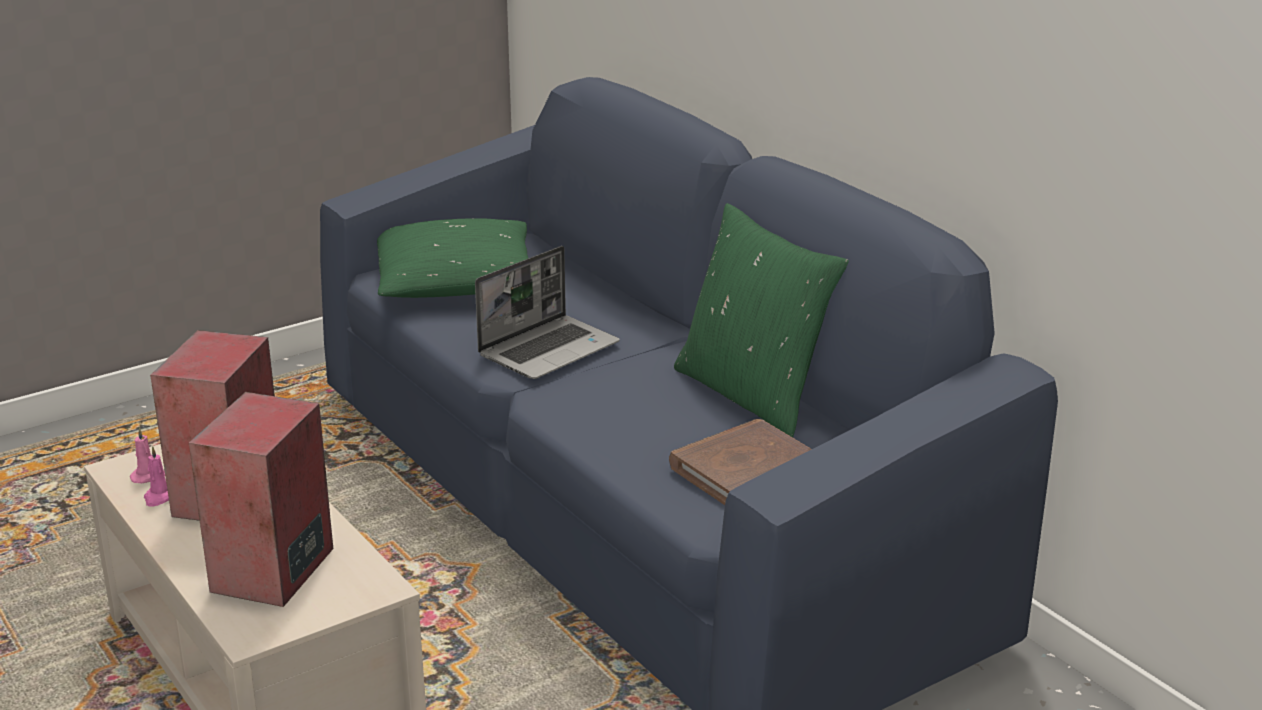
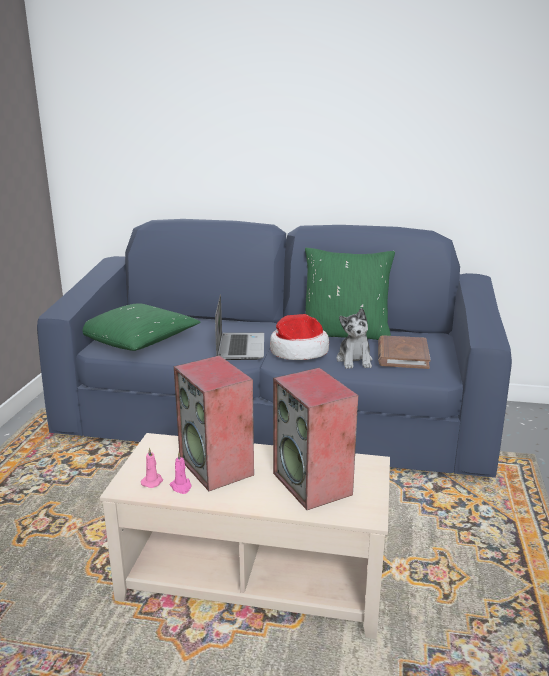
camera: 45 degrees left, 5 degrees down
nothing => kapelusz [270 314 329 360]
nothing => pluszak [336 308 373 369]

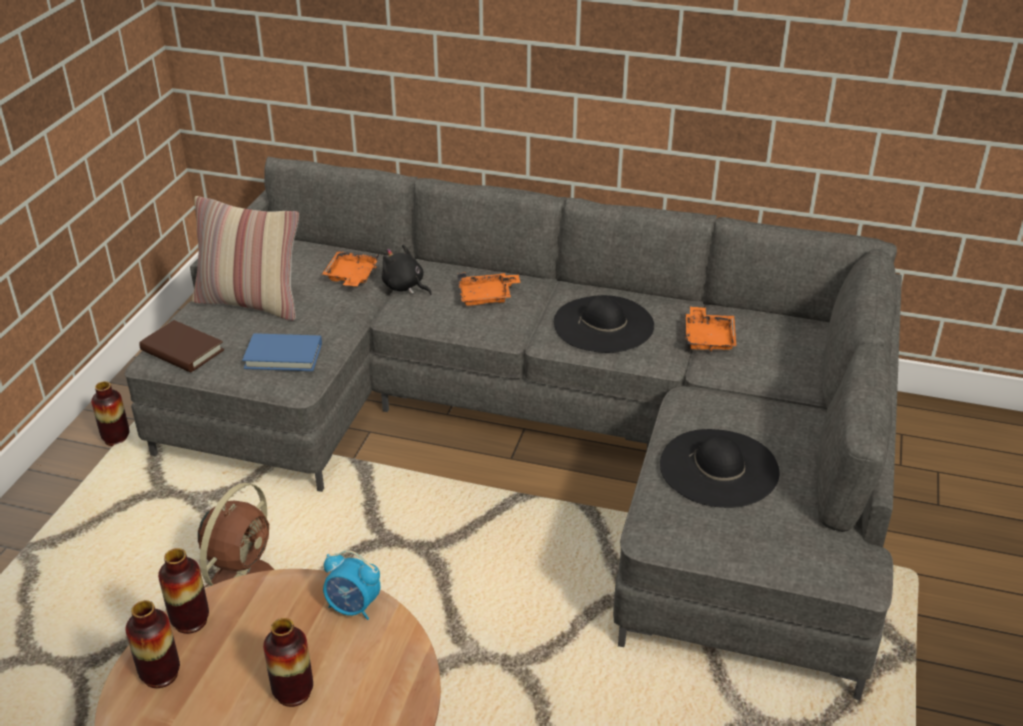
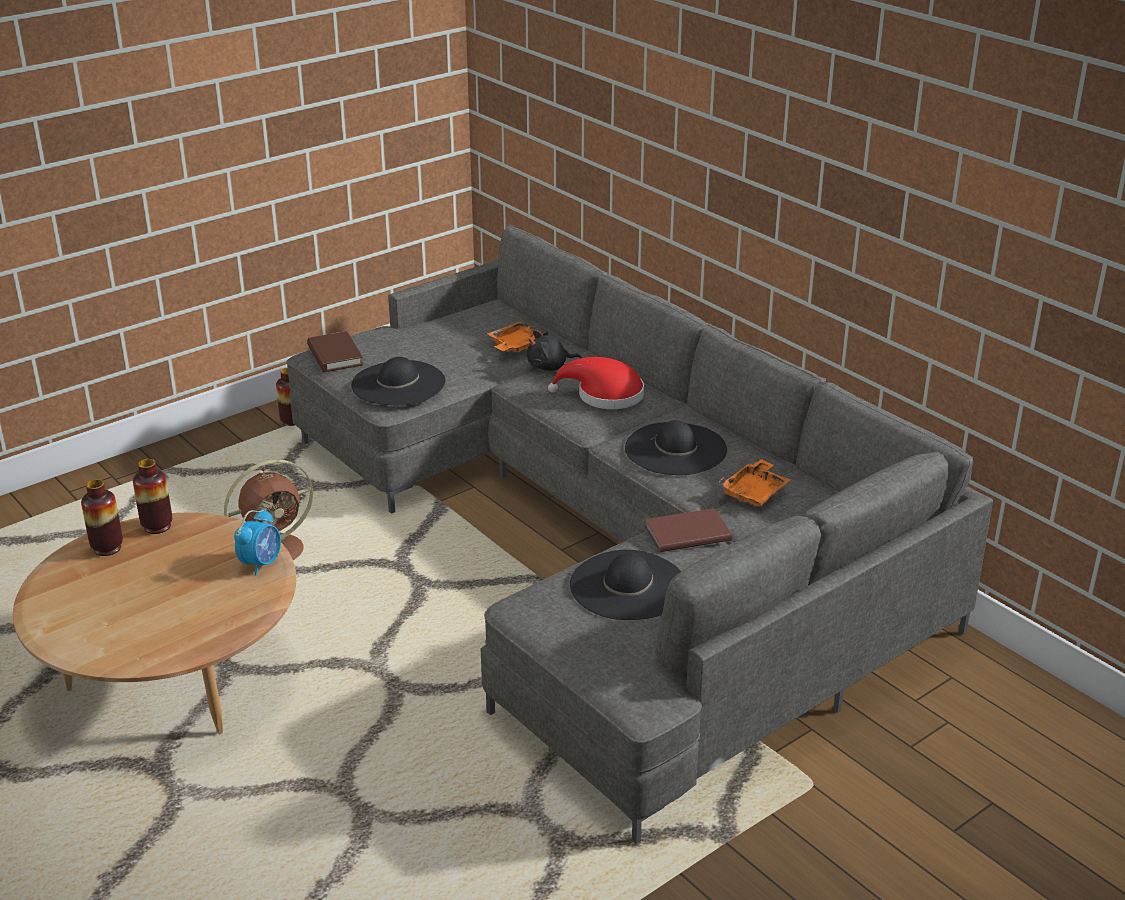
camera: 35 degrees right, 5 degrees down
poduszka [192 196 299 321] => nothing
wazon [263 618 313 707] => nothing
nothing => książka [brązowy] [645 508 732 552]
książka [niebieski] [242 333 322 371] => kapelusz [czarny] [352 357 445 405]
taca [pomarańczowy] [457 273 521 306] => kapelusz [czerwony] [548 357 644 409]
budzik [323 551 381 620] => budzik [234 509 281 576], 120 degrees counterclockwise
pluszak [czarny] [382 245 432 295] => pluszak [czarny] [527 330 582 371], 90 degrees counterclockwise

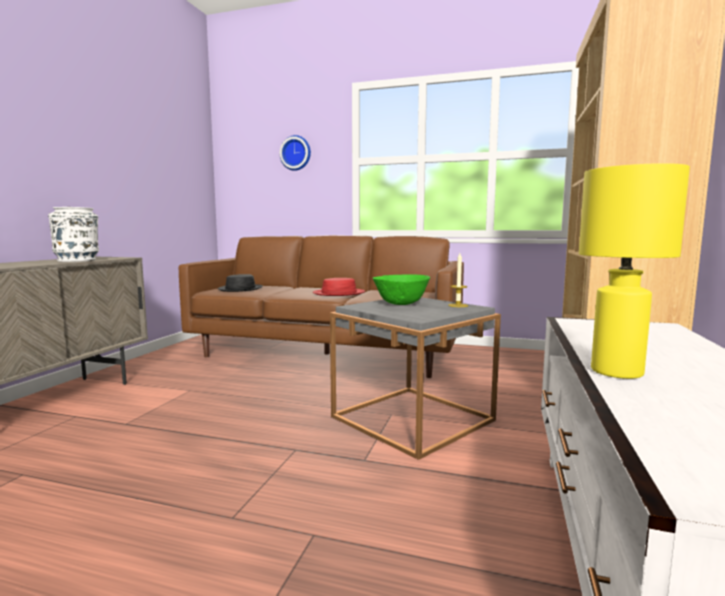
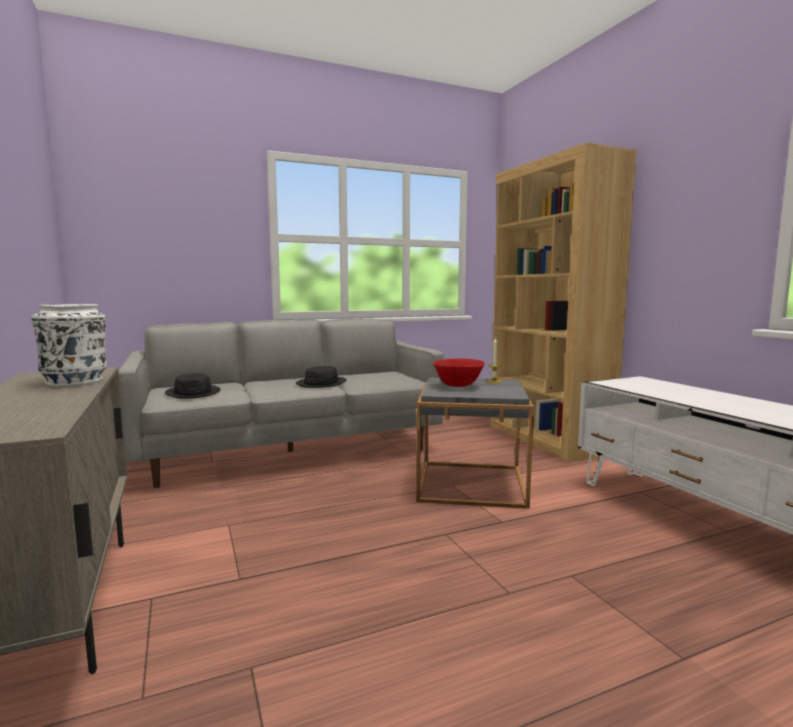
camera: 40 degrees left, 0 degrees up
zegar ścienny [280 135 311 171] => nothing
lampa stołowa [żółty] [579 163 690 379] => nothing
kanapa [brązowy] [179 235 464 378] => kanapa [szary] [118 318 444 488]
kapelusz [czerwony] [313 278 365 296] => kapelusz [czarny] [296 366 347 388]
miska [zielony] [373 274 430 305] => miska [czerwony] [433 358 485 387]

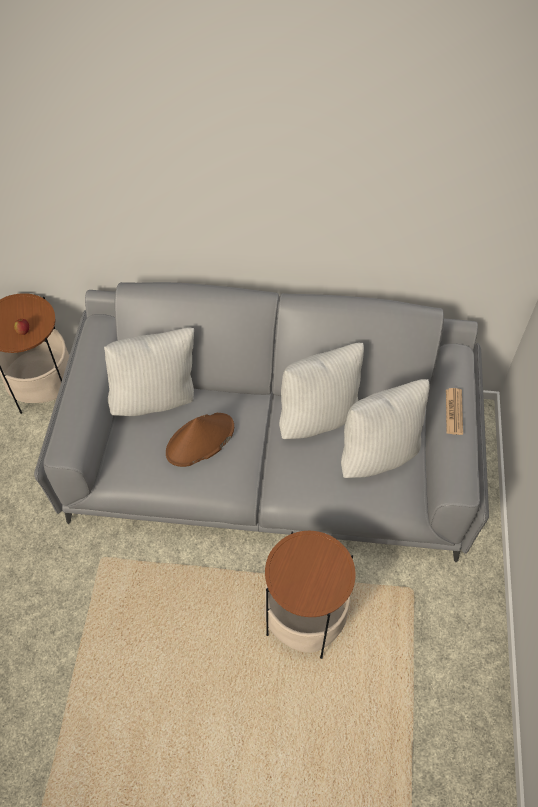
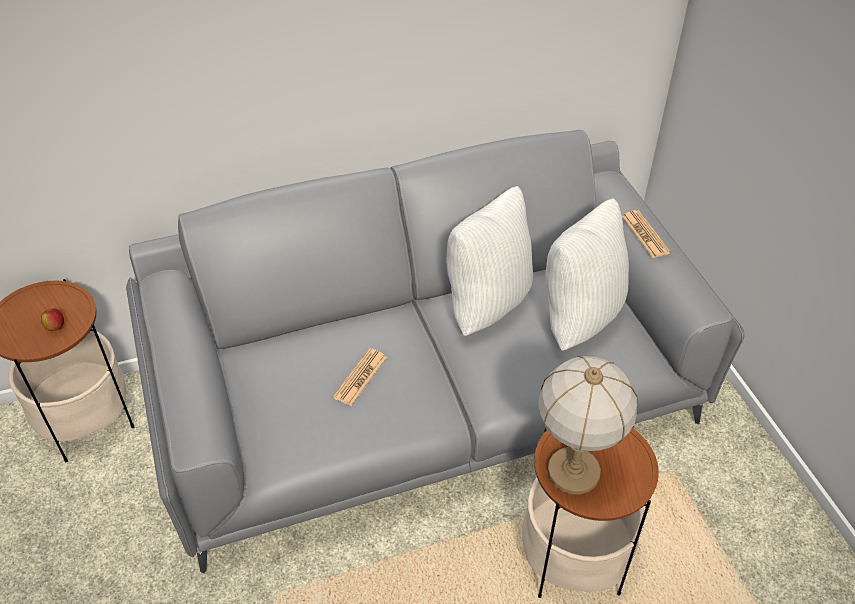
camera: 25 degrees left, 10 degrees down
poduszka [biały] [104 327 194 416] => nothing
nothing => lampa stołowa [539 356 638 494]
kapelusz [brązowy] [166 413 234 467] => gazeta [333 348 387 406]

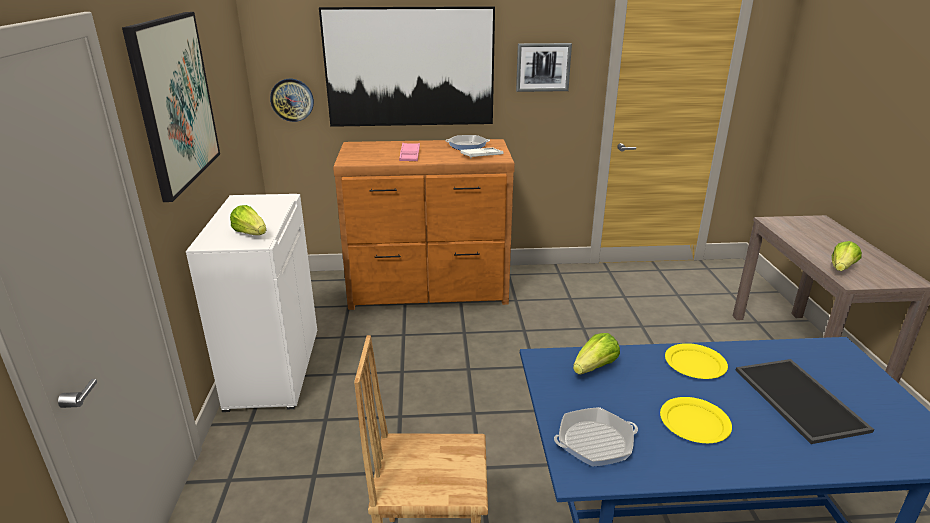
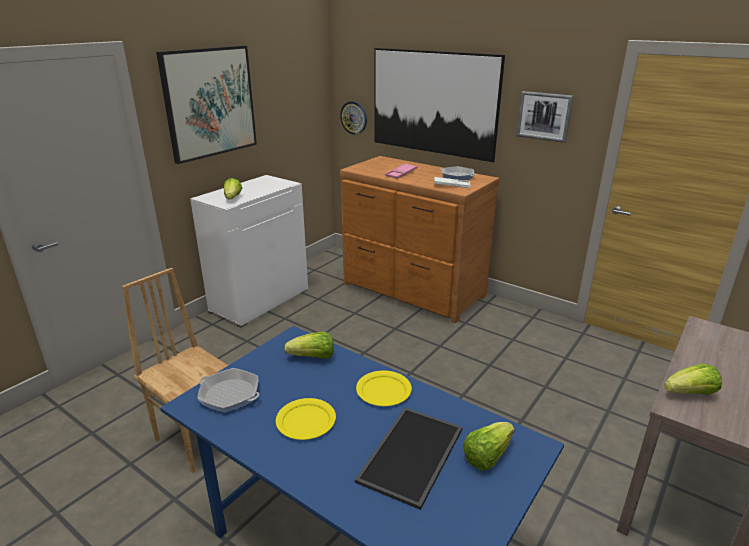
camera: 40 degrees right, 0 degrees up
nothing => sałata [463 422 515 471]

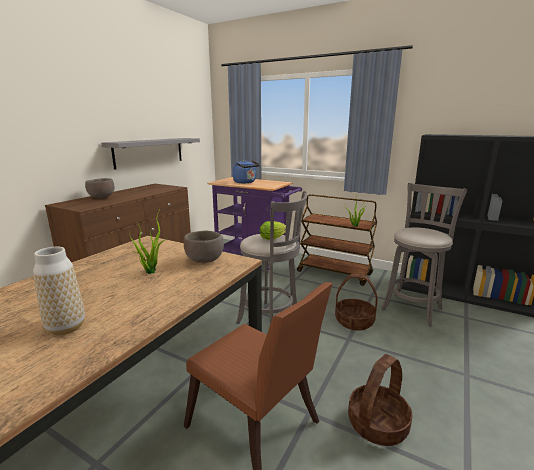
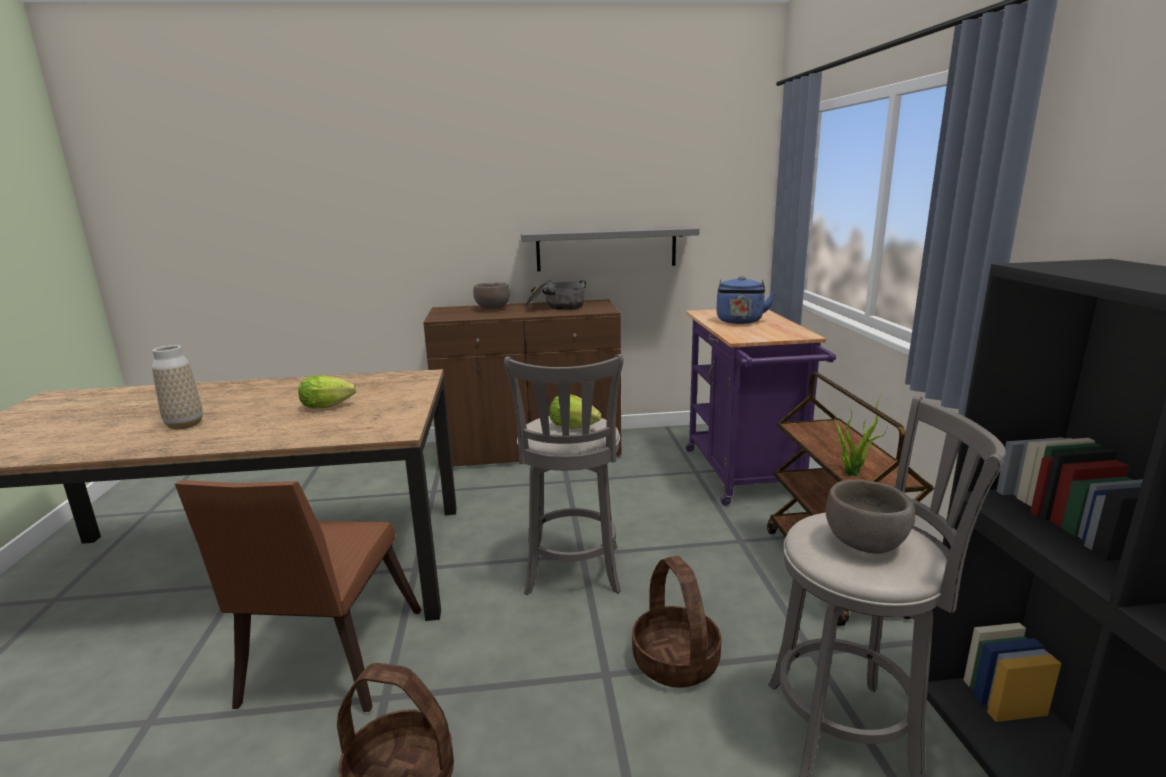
camera: 55 degrees right, 0 degrees up
nothing => garnek [524 279 586 310]
miska [brązowy] [184 231 224 263] => miska [brązowy] [826 479 915 554], move
roślina doniczkowa [130 214 167 274] => sałata [298 375 356 408]

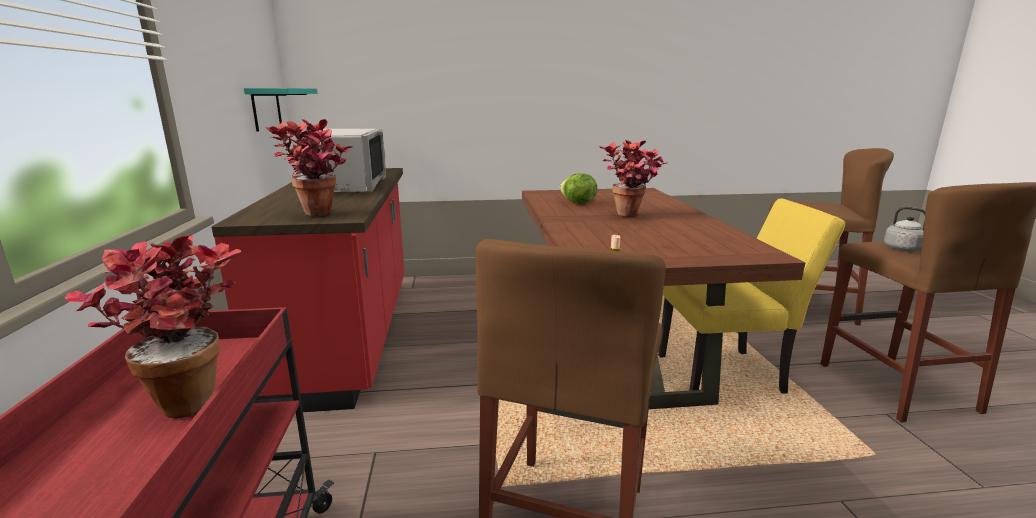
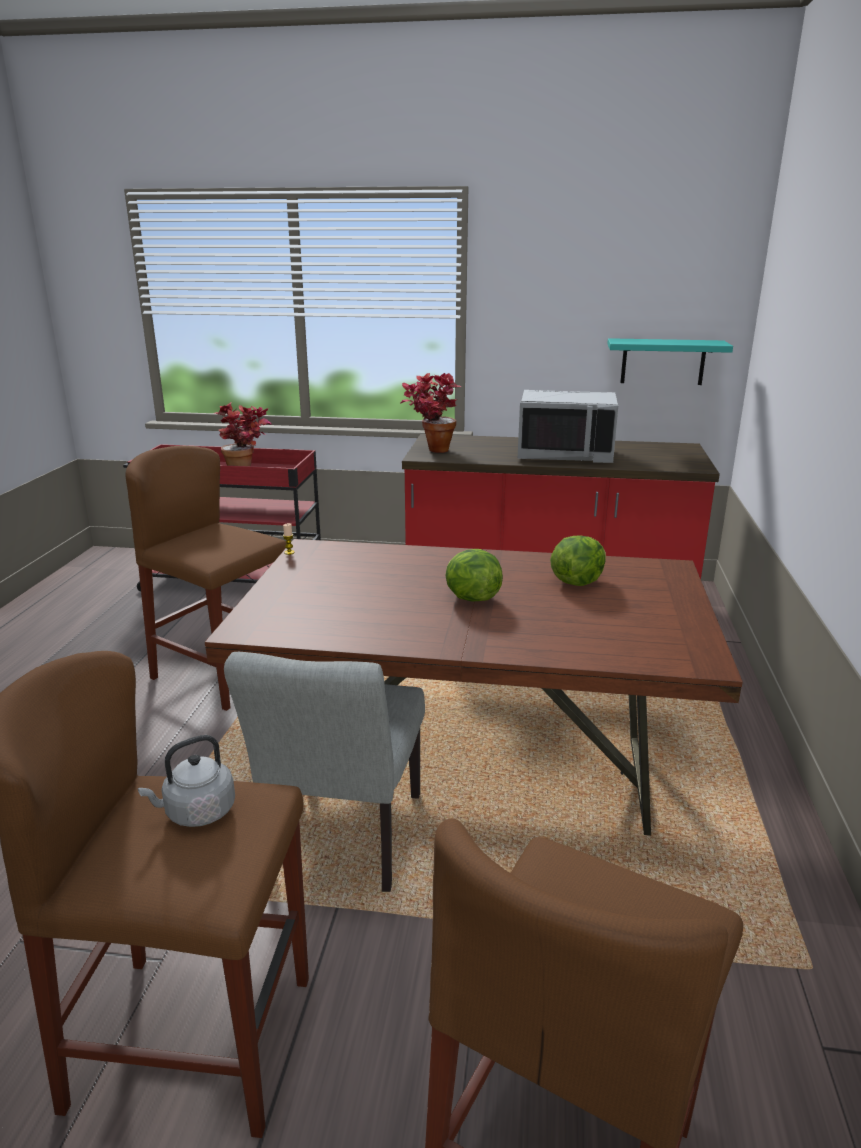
camera: 105 degrees right, 5 degrees up
roślina doniczkowa [599 140 666 217] => sałata [446 549 503 601]
krzesło [żółty] [658 198 845 393] => krzesło [szary] [224 652 425 892]

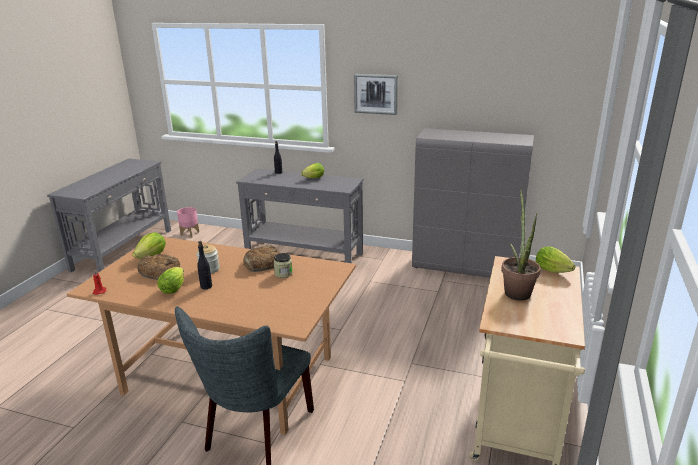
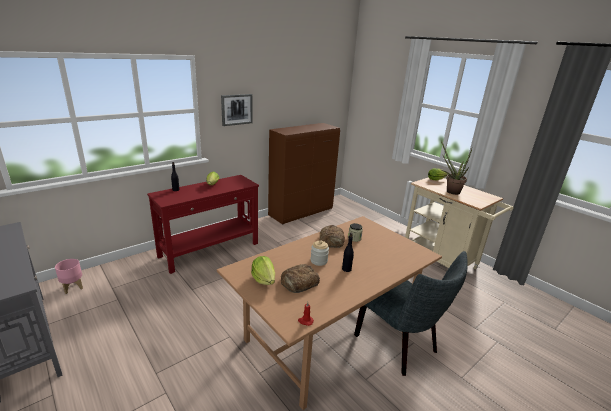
camera: 60 degrees left, 0 degrees up
sałata [157 267 184 294] => nothing
stolik konsolowy [szary] [236 168 364 263] => stolik konsolowy [czerwony] [147 175 259 274]
szafka [szary] [412 128 534 278] => szafka [brązowy] [268 123 340 224]

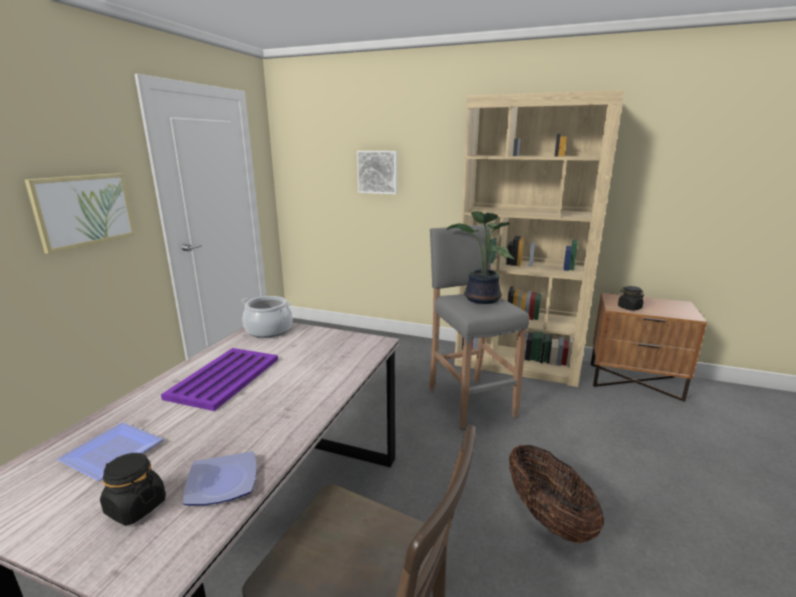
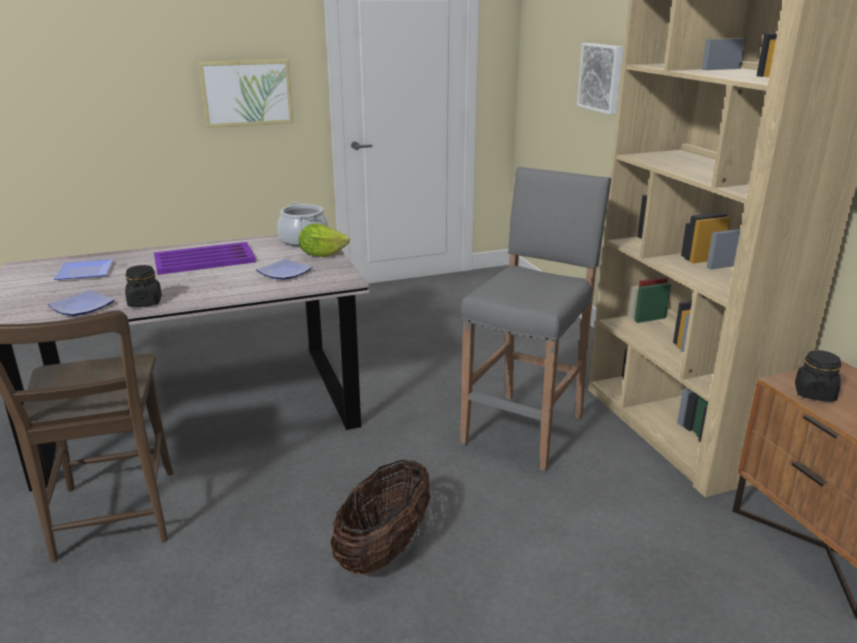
camera: 50 degrees right, 5 degrees up
roślina doniczkowa [447 211 515 304] => nothing
nothing => talerz [256 259 313 280]
nothing => sałata [299 224 350 257]
słoik [czarny] [100 453 166 526] => słoik [czarny] [125 265 162 307], move

